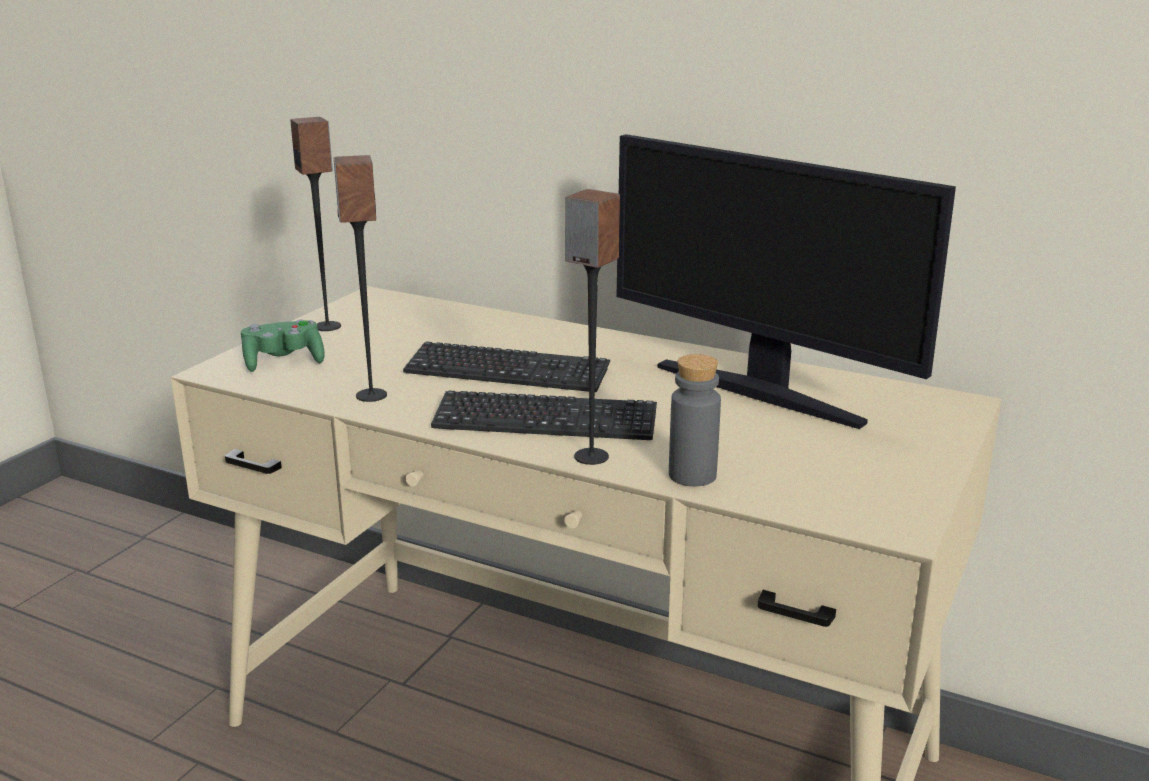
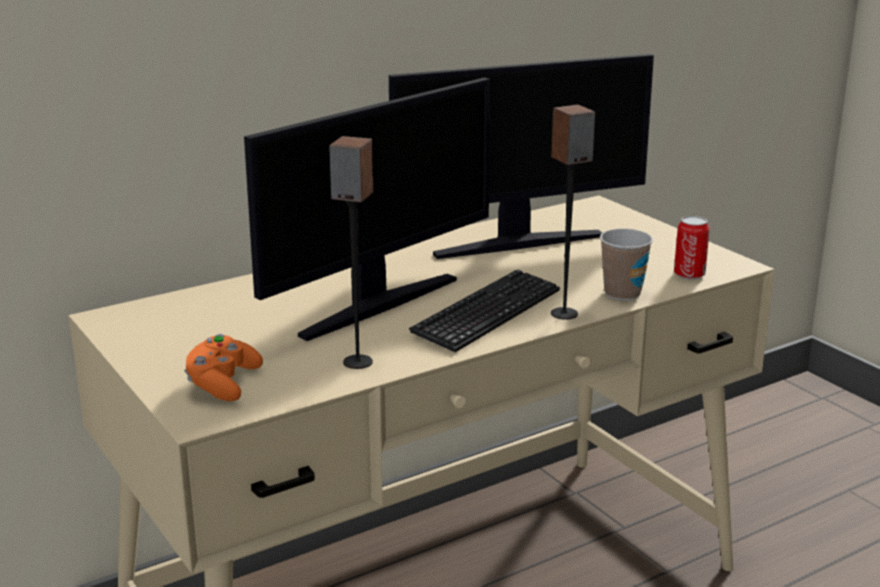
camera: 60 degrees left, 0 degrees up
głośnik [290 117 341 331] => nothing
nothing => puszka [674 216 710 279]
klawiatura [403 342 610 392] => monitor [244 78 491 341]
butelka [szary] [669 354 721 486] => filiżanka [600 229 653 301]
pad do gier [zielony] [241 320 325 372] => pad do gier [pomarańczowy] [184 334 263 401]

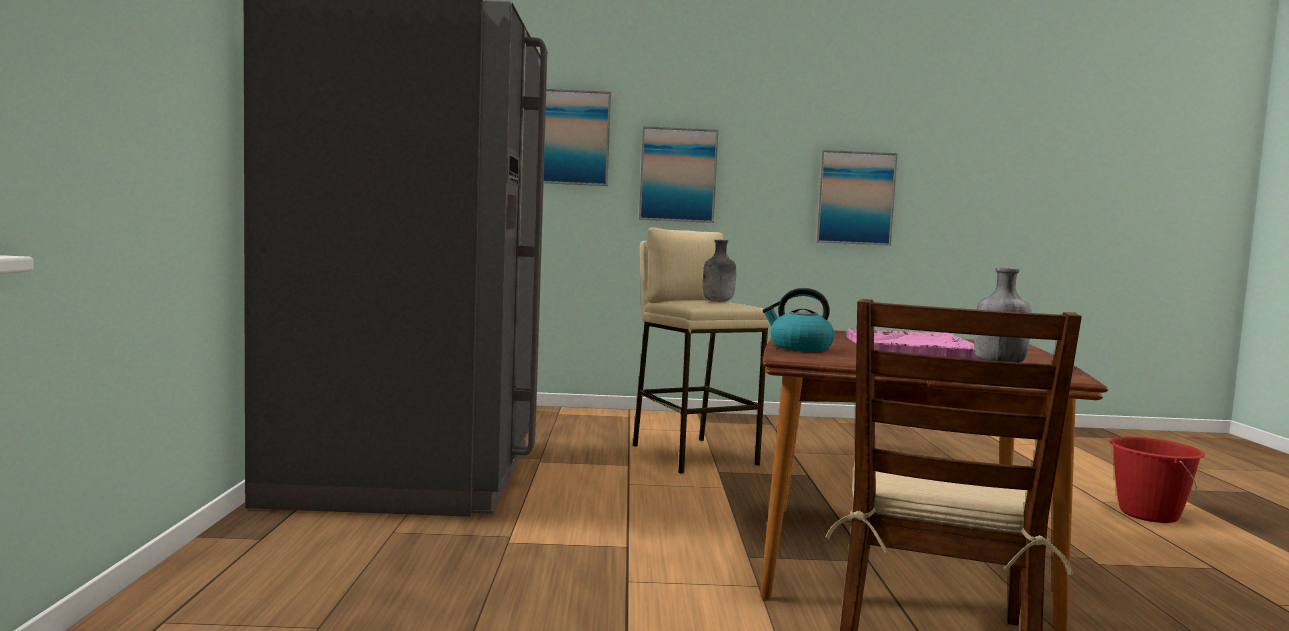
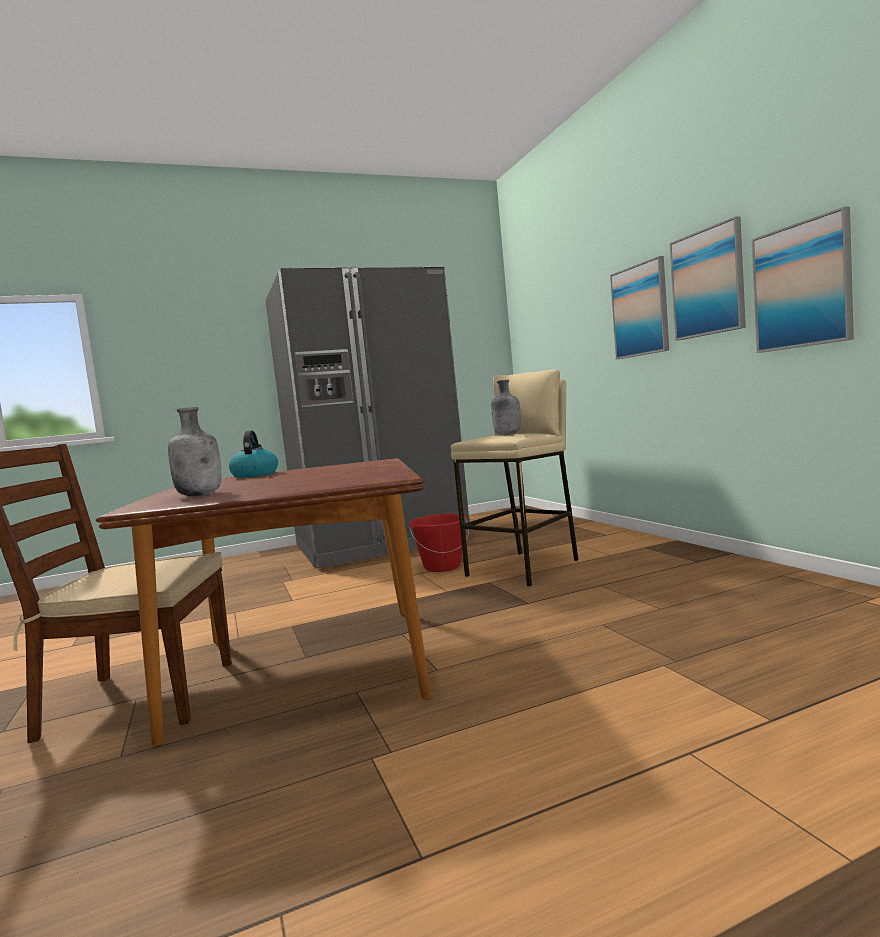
camera: 70 degrees right, 0 degrees up
taca [różowy] [846 328 979 359] => nothing
obraz [544 89 611 186] => obraz [670 216 746 341], move
wiadro [czerwony] [1109 437 1205 523] => wiadro [czerwony] [409 514 469 572], move

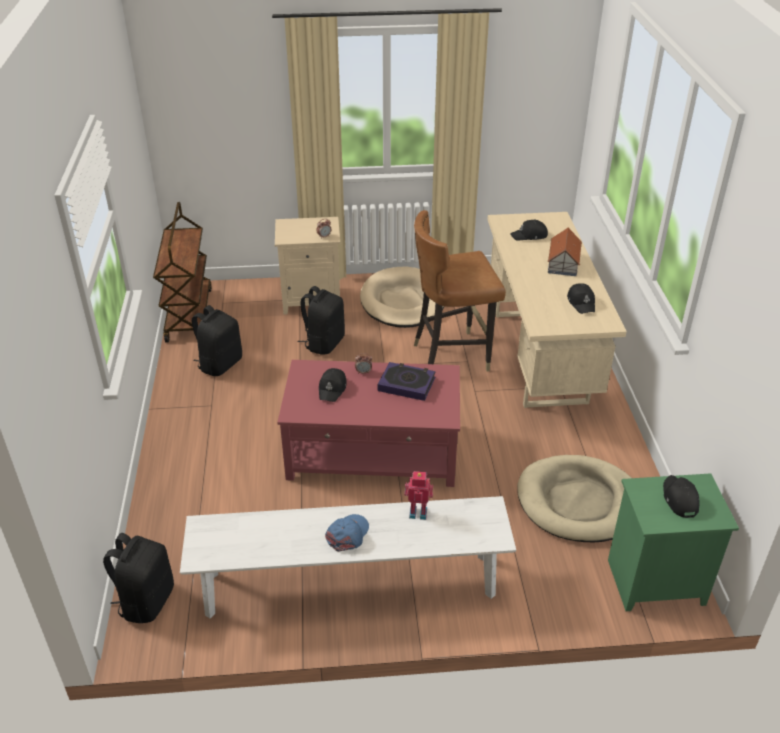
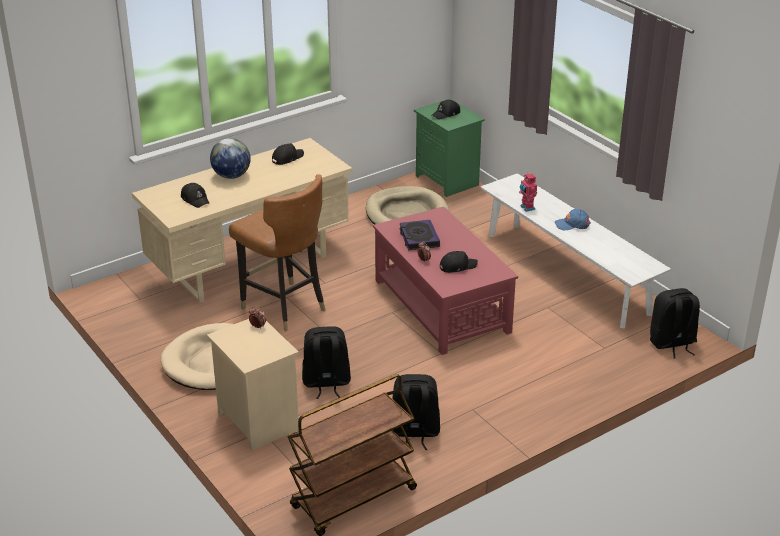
camera: 120 degrees left, 5 degrees down
domek [547 228 582 276] => globus [210 138 251 179]

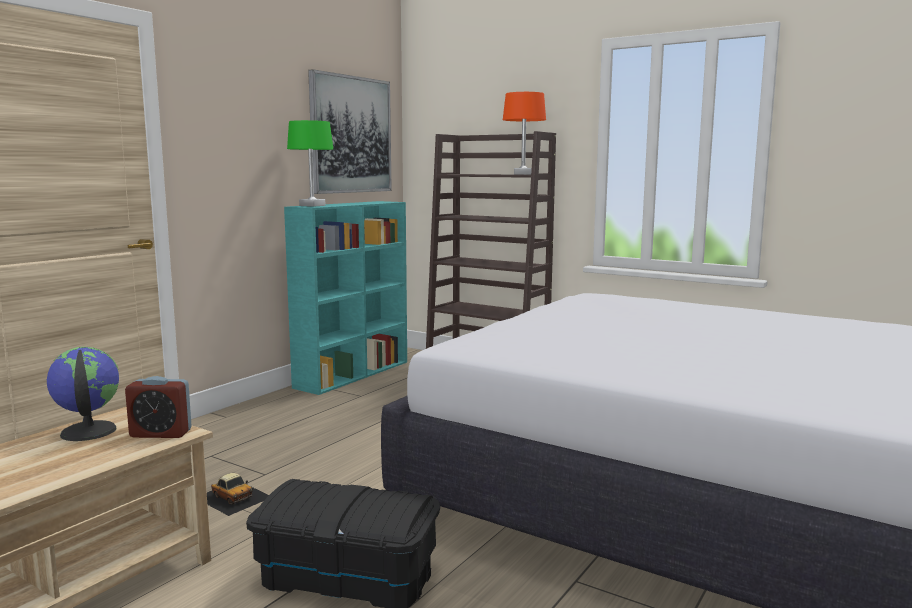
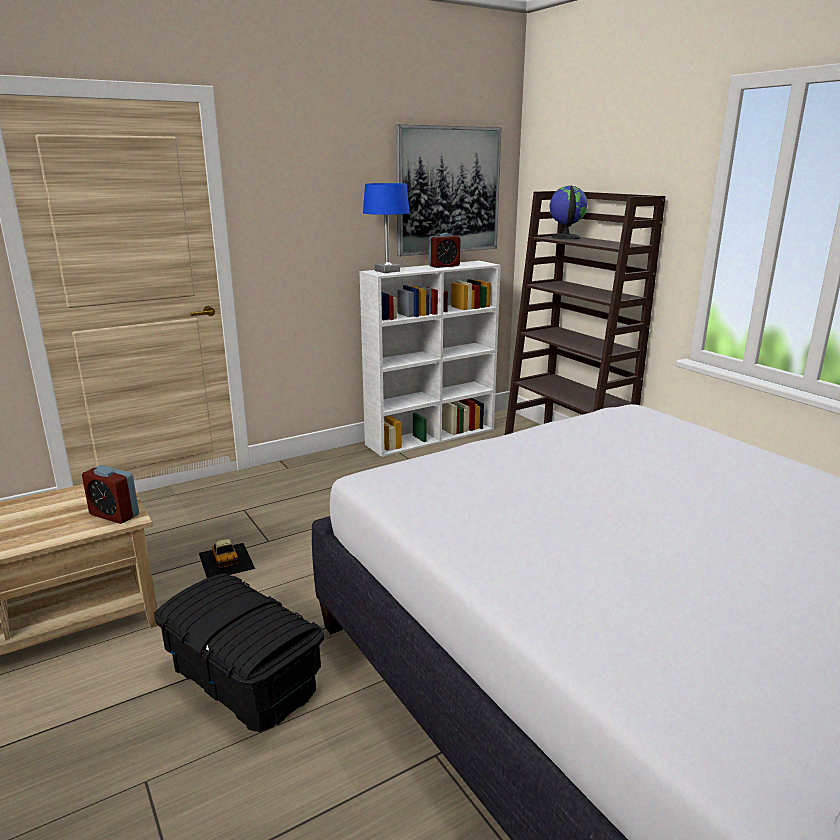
camera: 25 degrees right, 10 degrees up
lampa stołowa [pomarańczowy] [503 92 546 175] => nothing
nothing => budzik [429 233 460 268]
globus [47 347 119 441] => globus [549 186 587 239], move
regał [turkusowy] [284 201 407 395] => regał [biały] [360 261 501 457]
lampa stołowa [zielony] [287 120 333 207] => lampa stołowa [niebieski] [363 183 410 273]

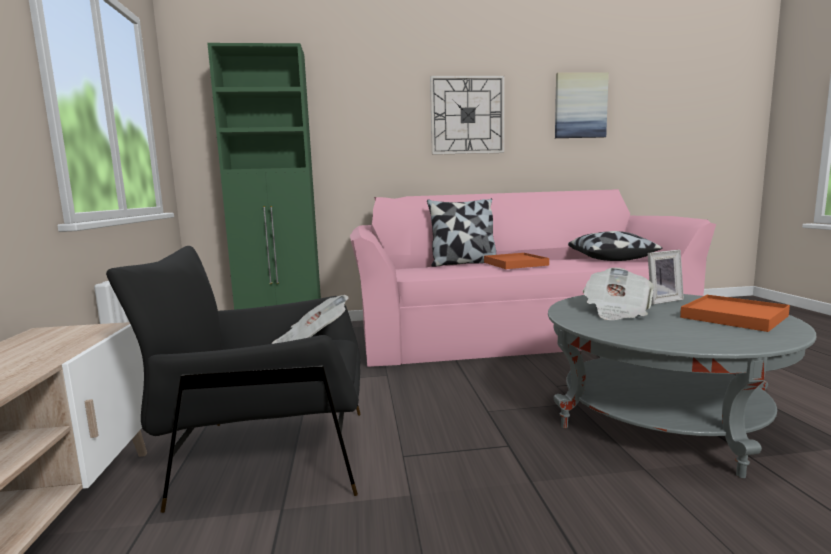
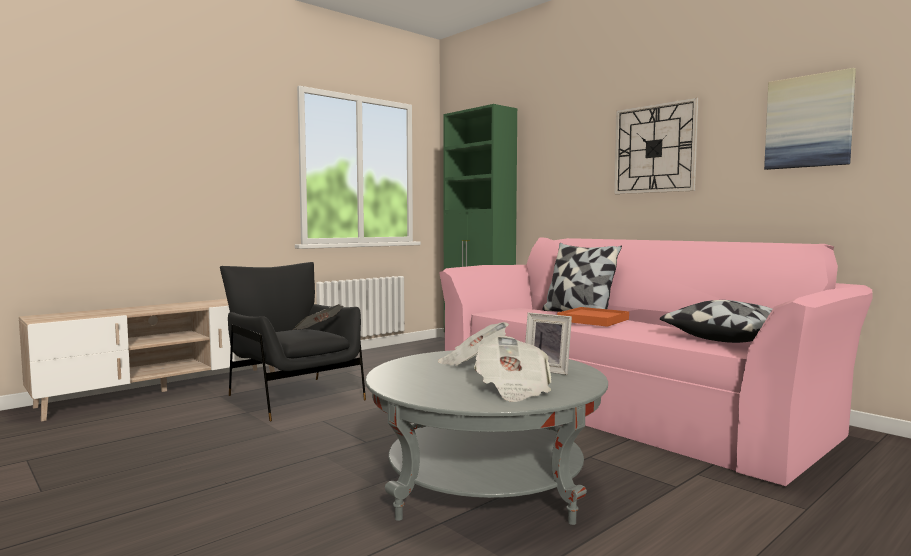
camera: 55 degrees right, 5 degrees down
taca [pomarańczowy] [680 295 790 332] => gazeta [474 336 551 402]

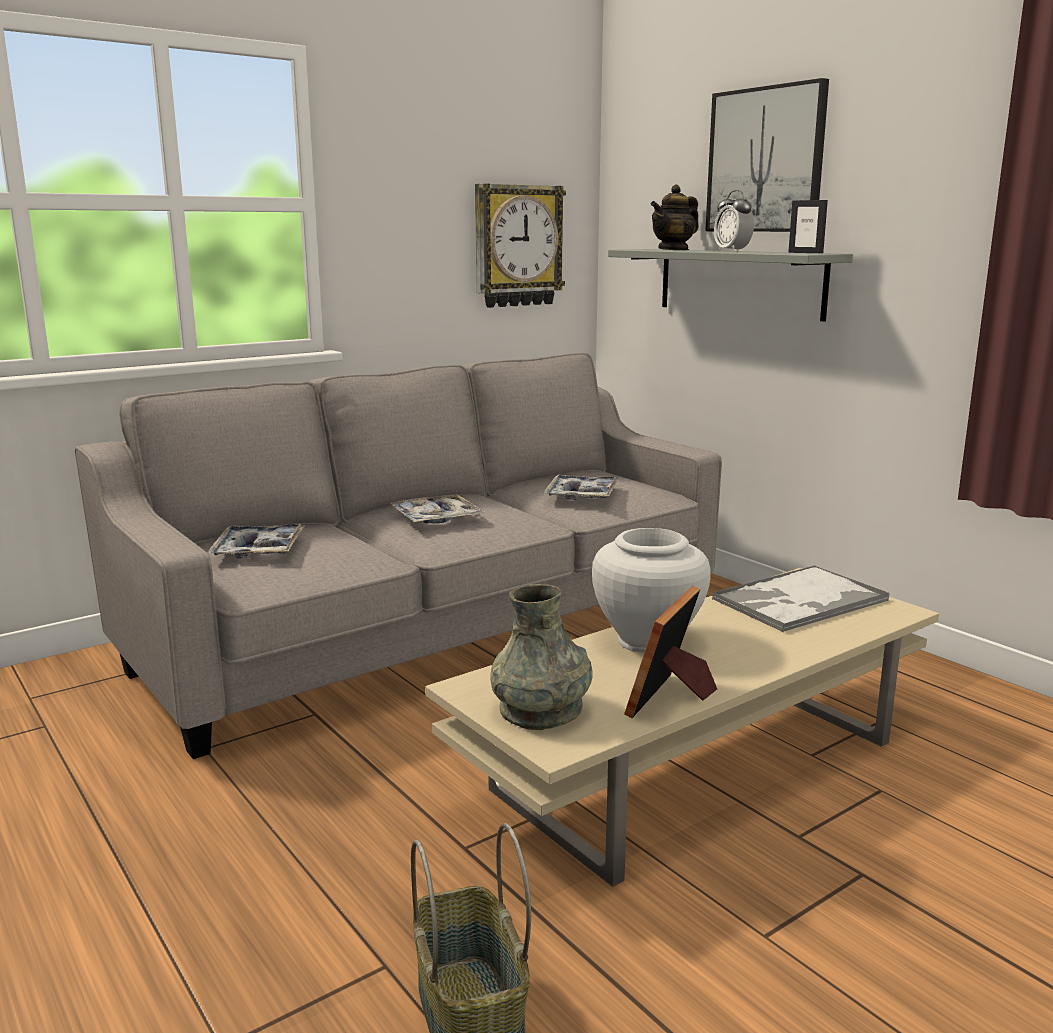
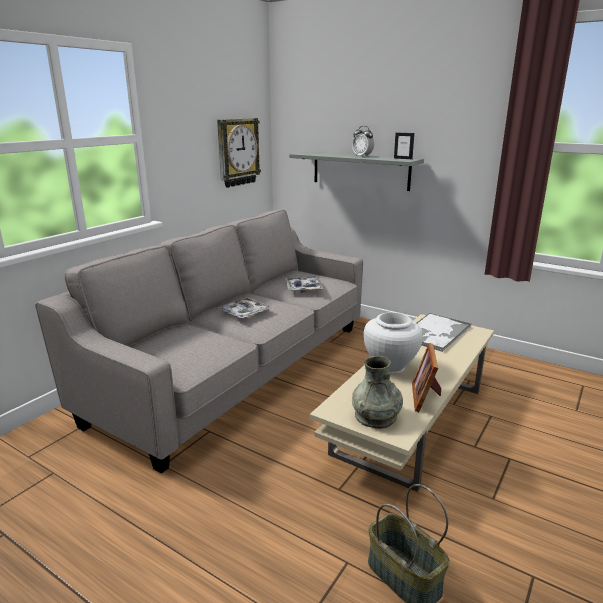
camera: 20 degrees left, 5 degrees up
taca [207 524 305 559] => nothing
imbryk [651 185 699 250] => nothing
obraz [705 78 829 232] => nothing

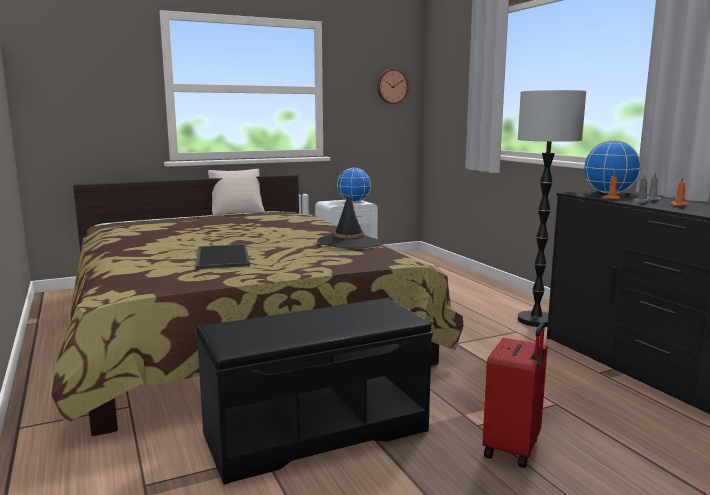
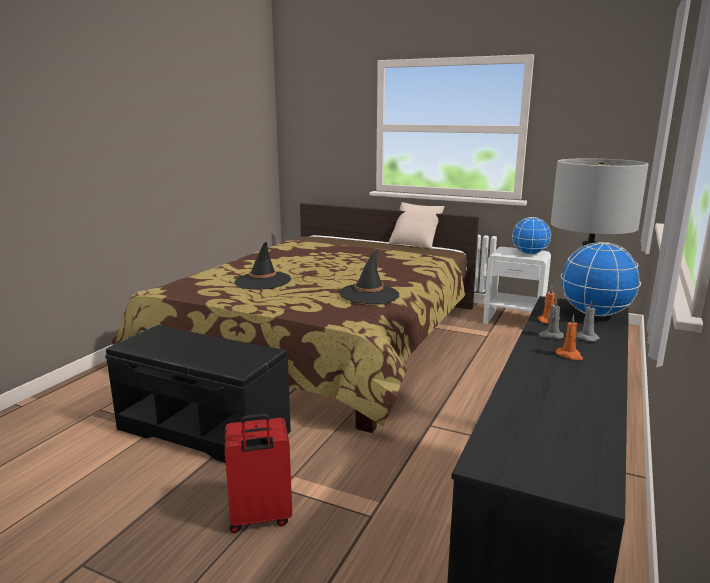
camera: 50 degrees right, 5 degrees up
zegar ścienny [377 69 409 104] => nothing
taca [196 244 250 269] => kapelusz [czarny] [235 242 291 290]

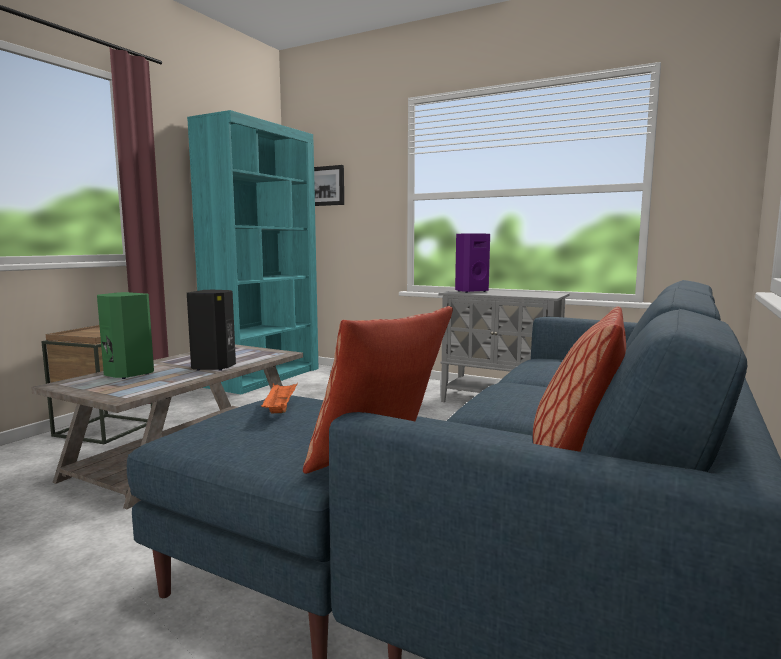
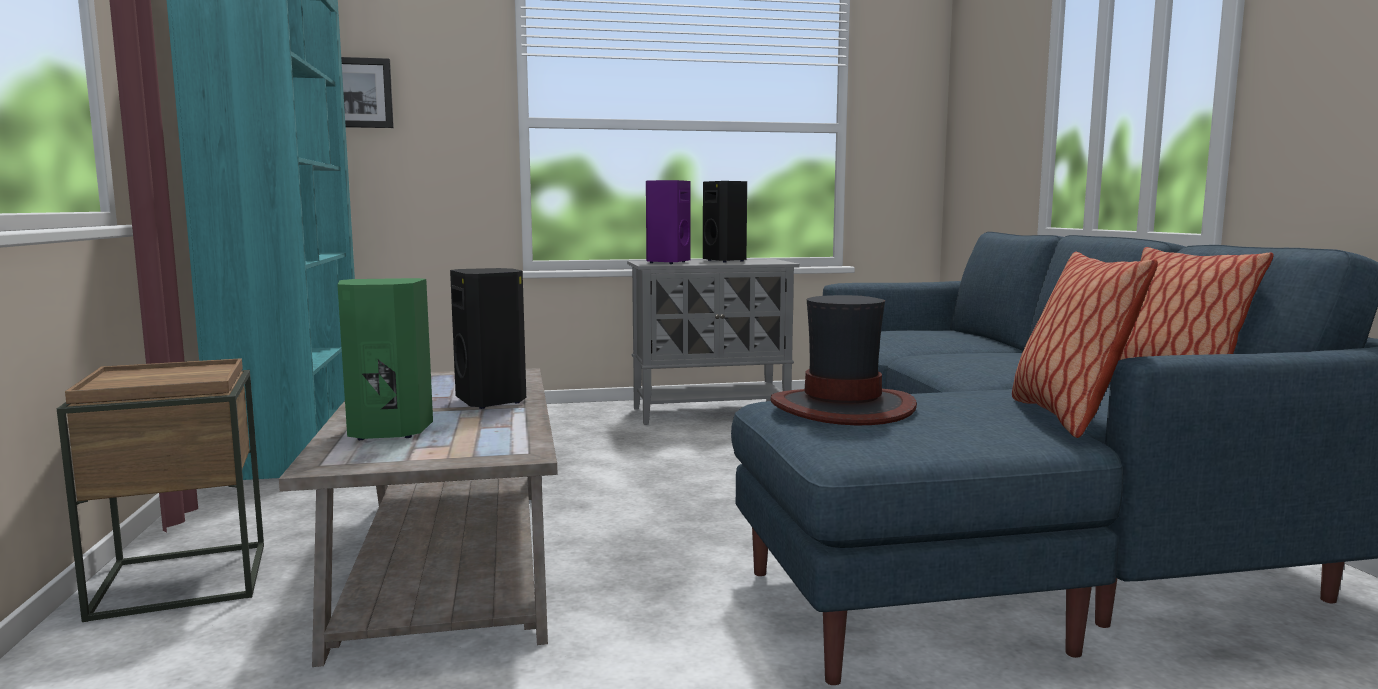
camera: 40 degrees left, 0 degrees up
nothing => głośnik [czarny] [703 181 747 263]
taca [pomarańczowy] [262 383 298 413] => kapelusz [770 295 917 425]

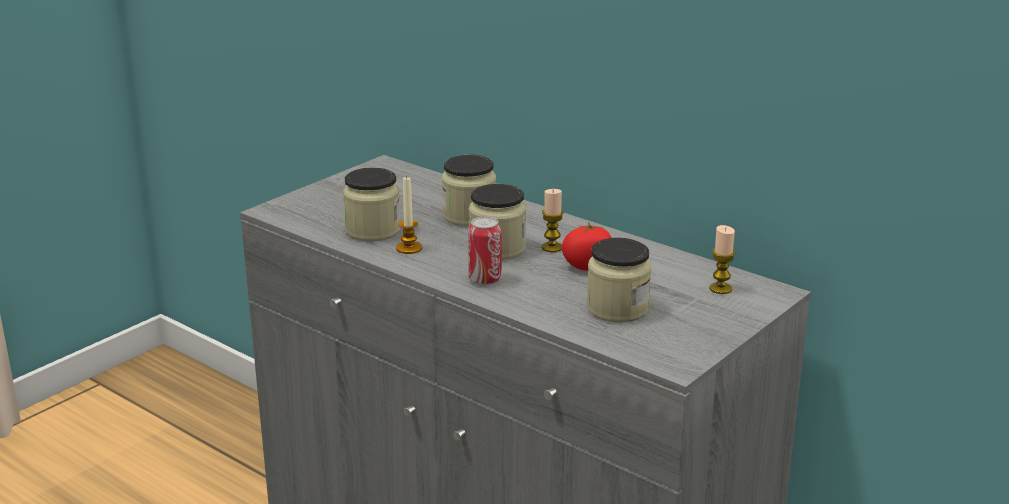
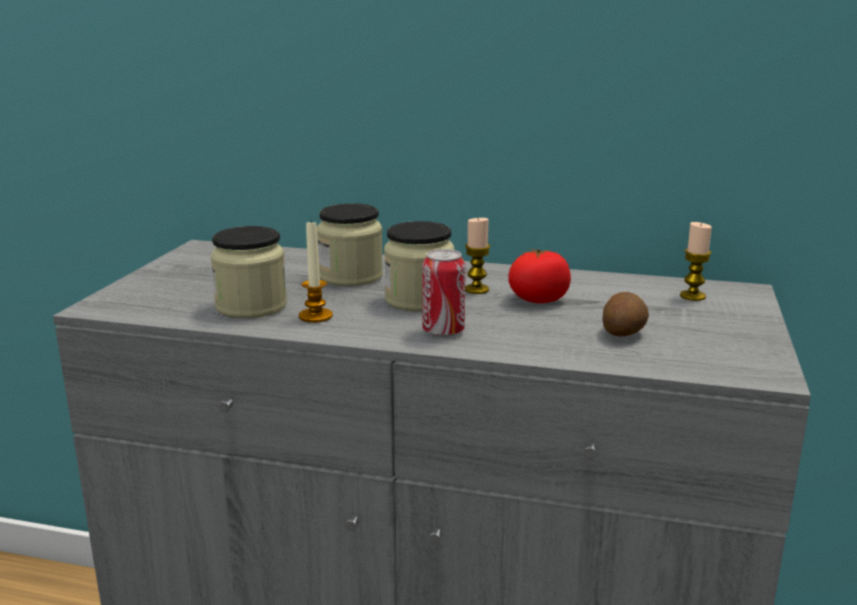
camera: 25 degrees left, 5 degrees down
słoik [587 238 652 323] => ziemniak [602 292 649 336]

